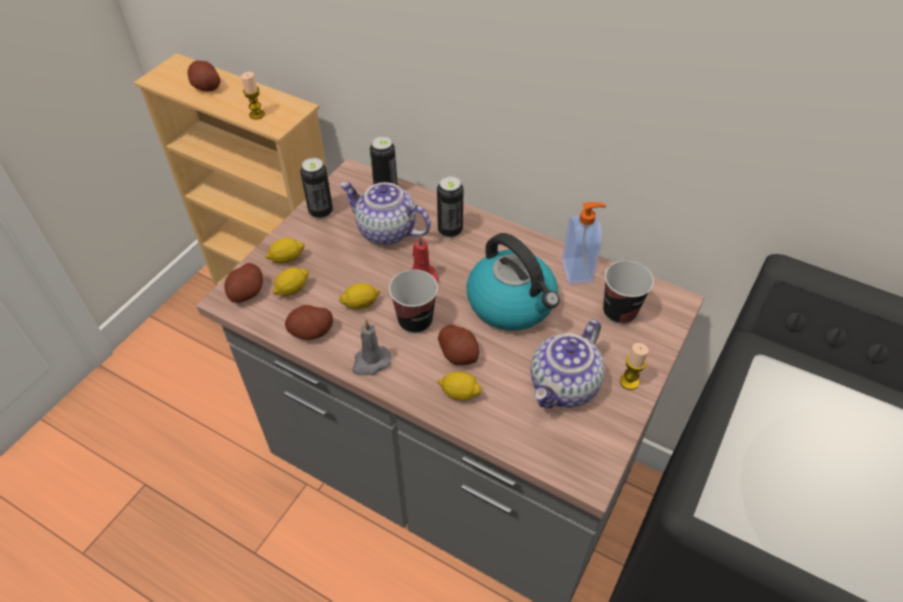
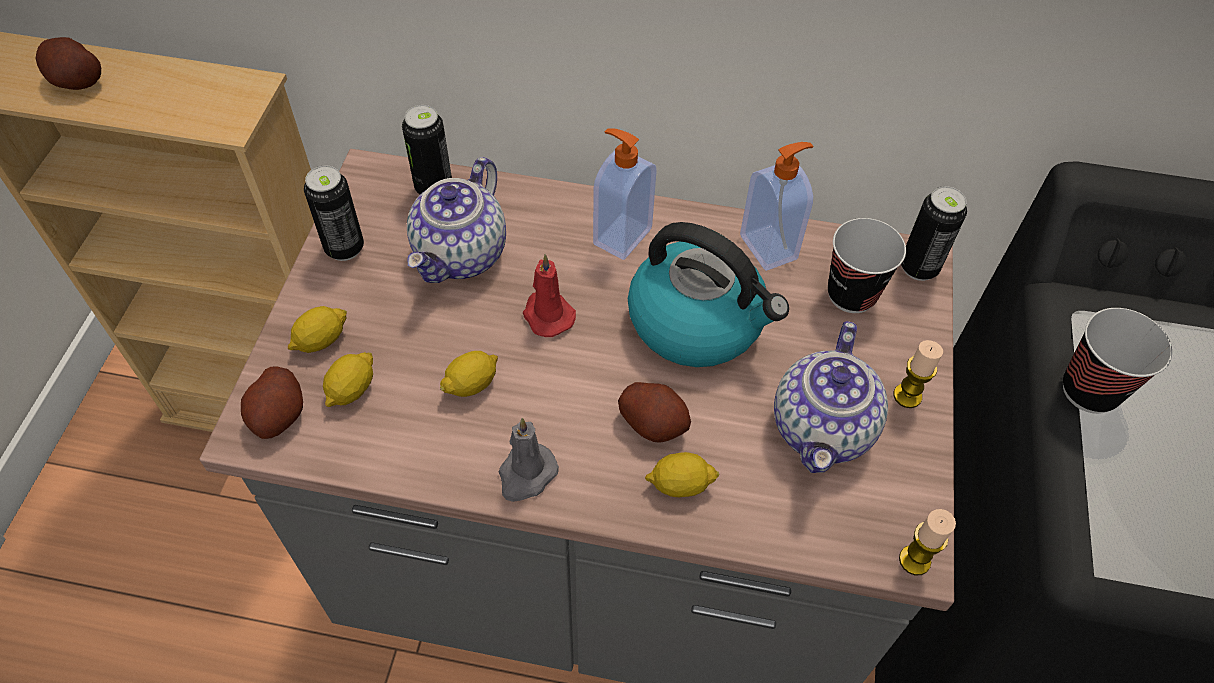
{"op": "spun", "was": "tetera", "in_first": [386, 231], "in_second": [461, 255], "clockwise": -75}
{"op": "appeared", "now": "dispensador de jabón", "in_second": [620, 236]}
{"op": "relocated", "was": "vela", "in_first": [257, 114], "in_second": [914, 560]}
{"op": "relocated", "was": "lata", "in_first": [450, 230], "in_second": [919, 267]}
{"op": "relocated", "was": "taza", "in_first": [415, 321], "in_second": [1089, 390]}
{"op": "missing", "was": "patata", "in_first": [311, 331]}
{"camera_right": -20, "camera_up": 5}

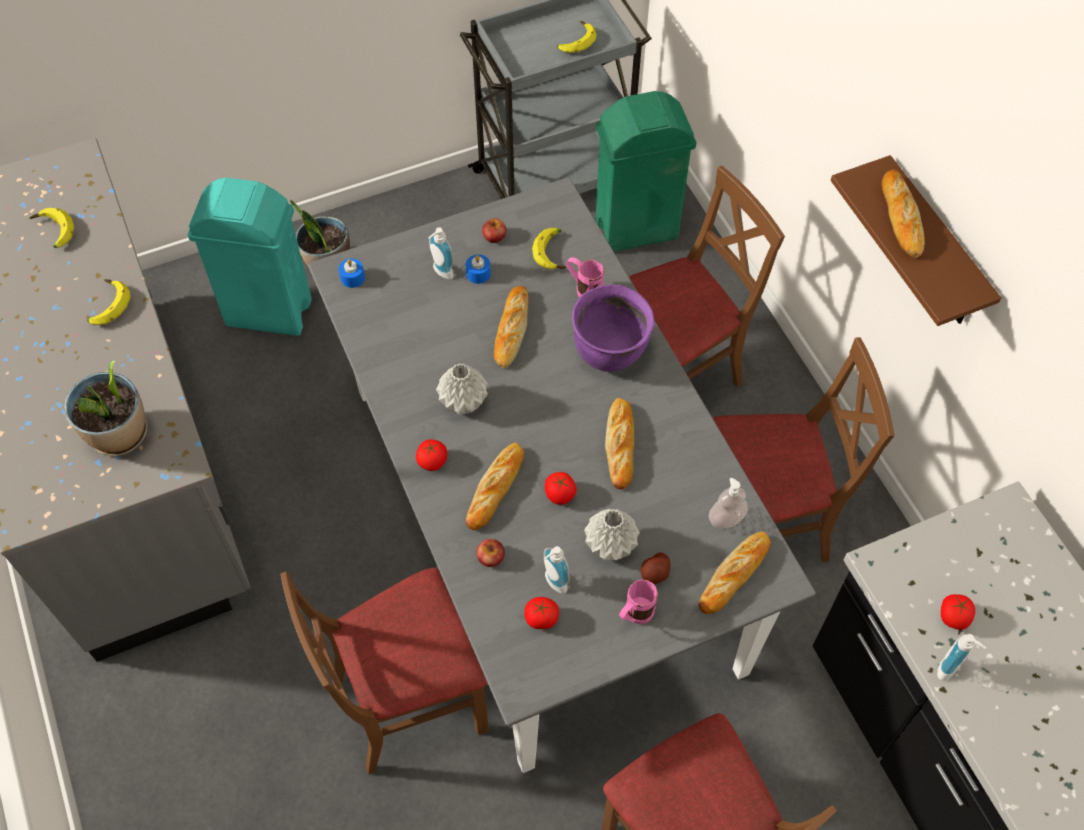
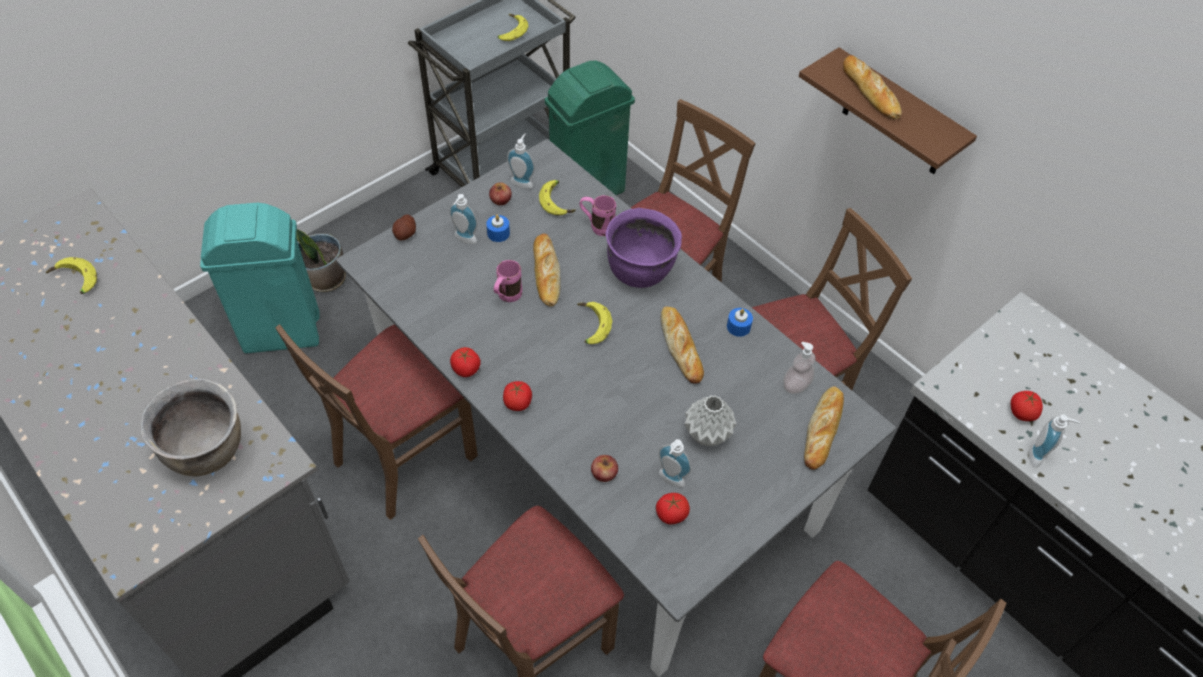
{"op": "exchanged", "was": "planta en maceta", "now": "olla (marrón)", "in_first": [120, 435], "in_second": [208, 451]}
{"op": "appeared", "now": "silla (marrón)", "in_second": [403, 456]}
{"op": "relocated", "was": "patata", "in_first": [655, 573], "in_second": [405, 234]}
{"op": "relocated", "was": "tomate", "in_first": [559, 494], "in_second": [466, 369]}
{"op": "relocated", "was": "taza grande (rosa)", "in_first": [634, 616], "in_second": [506, 297]}
{"op": "appeared", "now": "dispensador de jabón", "in_second": [523, 182]}
{"op": "relocated", "was": "plátano", "in_first": [107, 306], "in_second": [590, 326]}
{"op": "relocated", "was": "vela (azul)", "in_first": [352, 278], "in_second": [738, 327]}
{"op": "missing", "was": "florero (gris)", "in_first": [464, 402]}
{"op": "missing", "was": "pan", "in_first": [495, 488]}
{"camera_right": -20, "camera_up": -5}

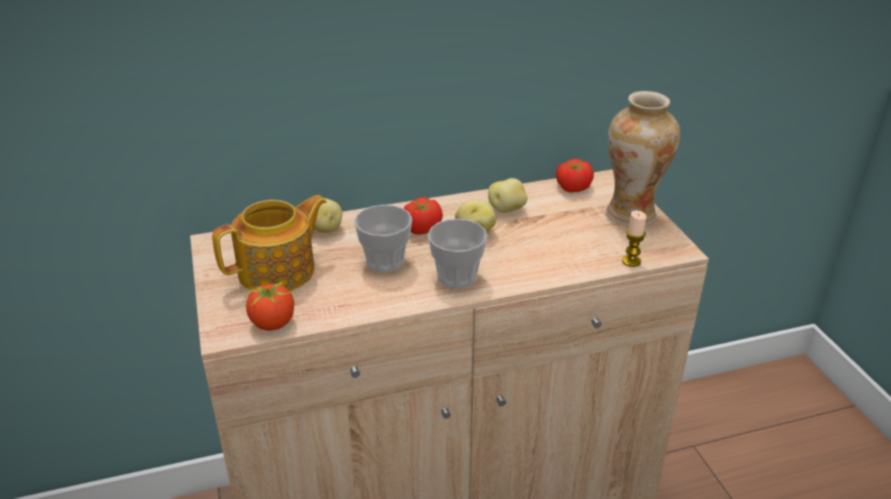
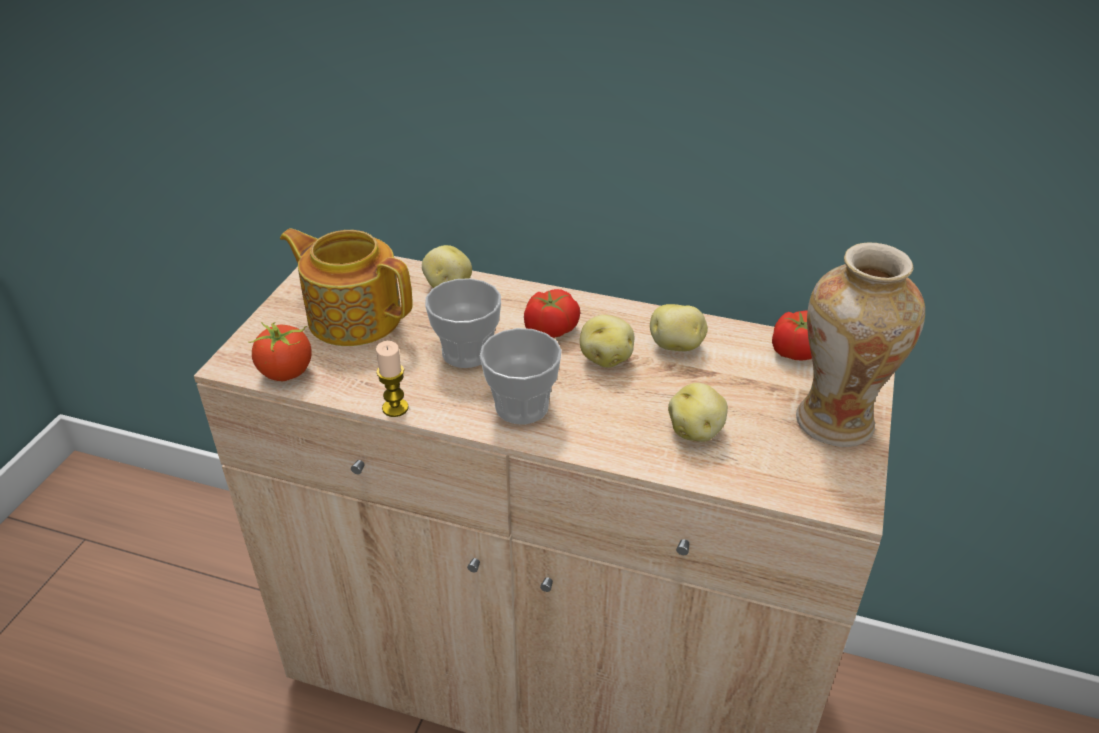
{"op": "spun", "was": "tetera", "in_first": [279, 271], "in_second": [354, 316], "clockwise": -150}
{"op": "relocated", "was": "vela", "in_first": [631, 261], "in_second": [395, 408]}
{"op": "appeared", "now": "patata", "in_second": [696, 431]}
{"camera_right": 35, "camera_up": 5}

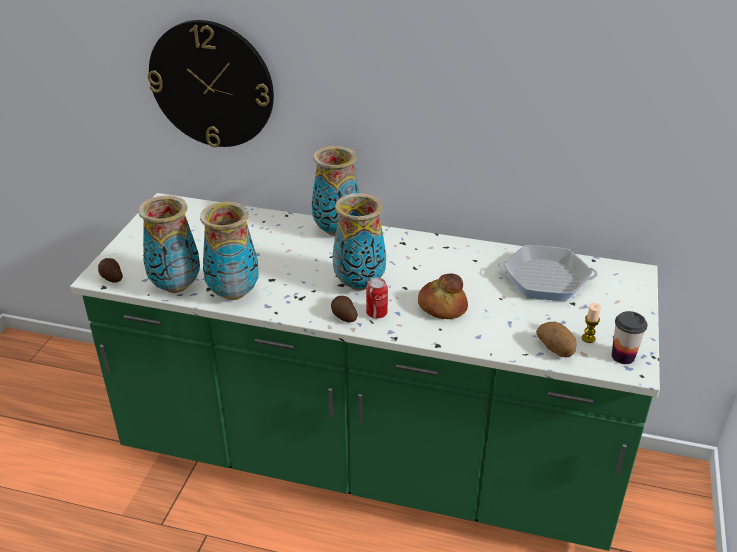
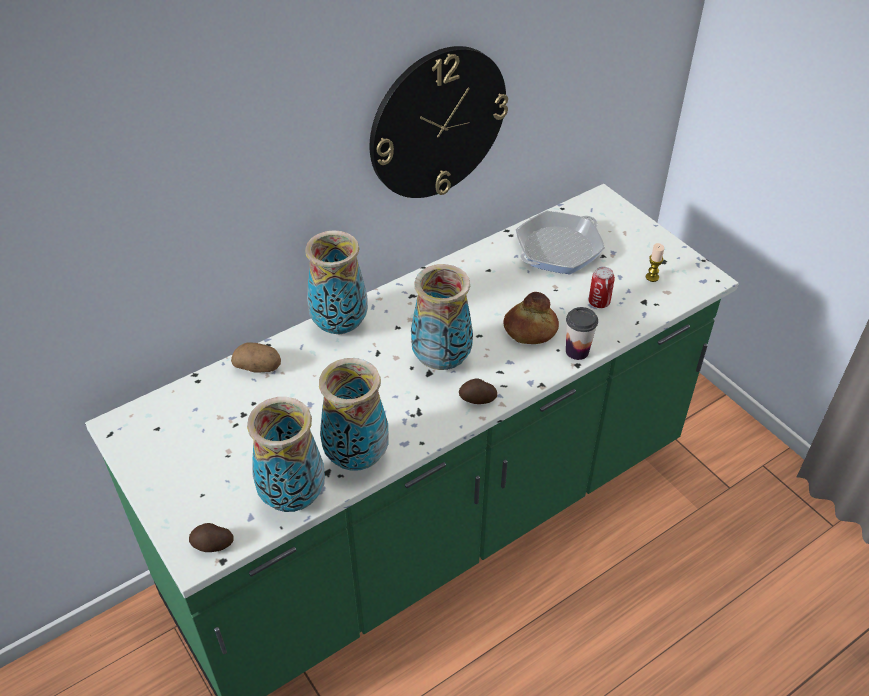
{"op": "relocated", "was": "patata", "in_first": [556, 349], "in_second": [258, 367]}
{"op": "relocated", "was": "reloj de pared", "in_first": [212, 84], "in_second": [437, 123]}
{"op": "relocated", "was": "taza", "in_first": [623, 356], "in_second": [577, 351]}
{"op": "relocated", "was": "lata", "in_first": [376, 313], "in_second": [599, 302]}
{"camera_right": -50, "camera_up": 10}

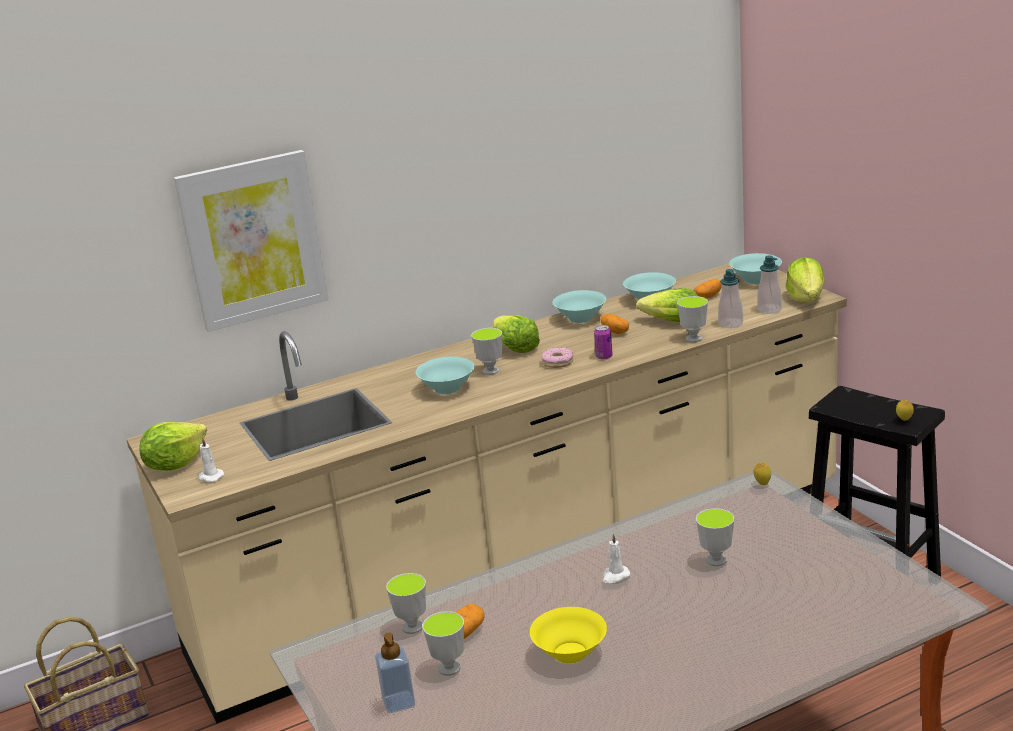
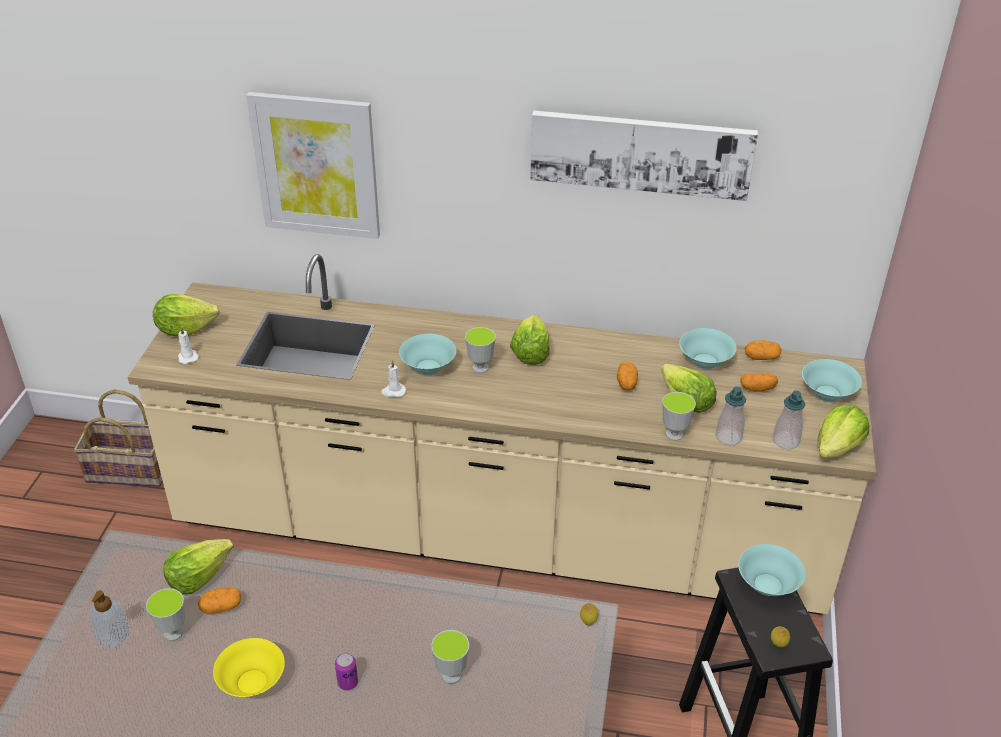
{"op": "exchanged", "was": "taza", "now": "lechuga", "in_first": [412, 627], "in_second": [198, 576]}
{"op": "relocated", "was": "lata", "in_first": [604, 356], "in_second": [347, 683]}
{"op": "relocated", "was": "vela (blanco)", "in_first": [615, 576], "in_second": [393, 391]}
{"op": "appeared", "now": "cuadro", "in_second": [641, 153]}
{"op": "relocated", "was": "cuenco (turquesa)", "in_first": [580, 318], "in_second": [768, 584]}
{"op": "appeared", "now": "patata", "in_second": [761, 357]}
{"op": "missing", "was": "rosquilla", "in_first": [557, 362]}
{"camera_right": 35, "camera_up": 15}

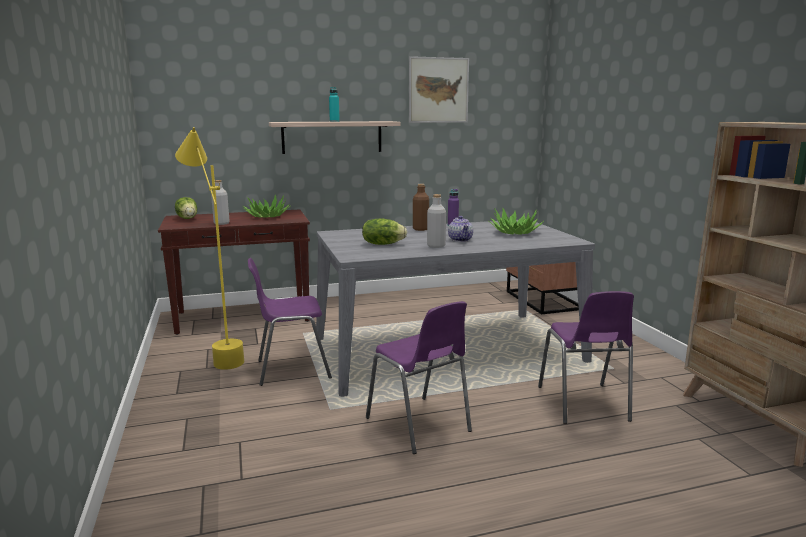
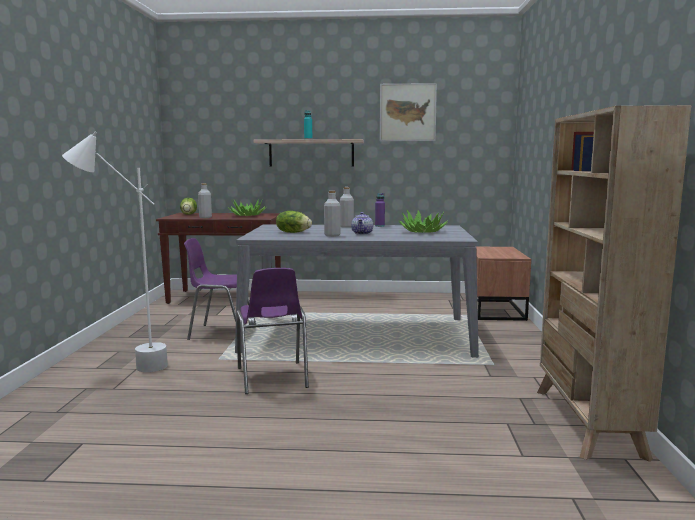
{"op": "appeared", "now": "lámpara de pie (blanco)", "in_second": [126, 367]}
{"op": "colour", "was": "botella (marrón)", "now": "botella (gris)", "in_first": [420, 229], "in_second": [346, 226]}
{"op": "missing", "was": "lámpara de pie (amarillo)", "in_first": [219, 355]}
{"op": "missing", "was": "silla (morado)", "in_first": [583, 404]}
{"camera_right": 20, "camera_up": -5}

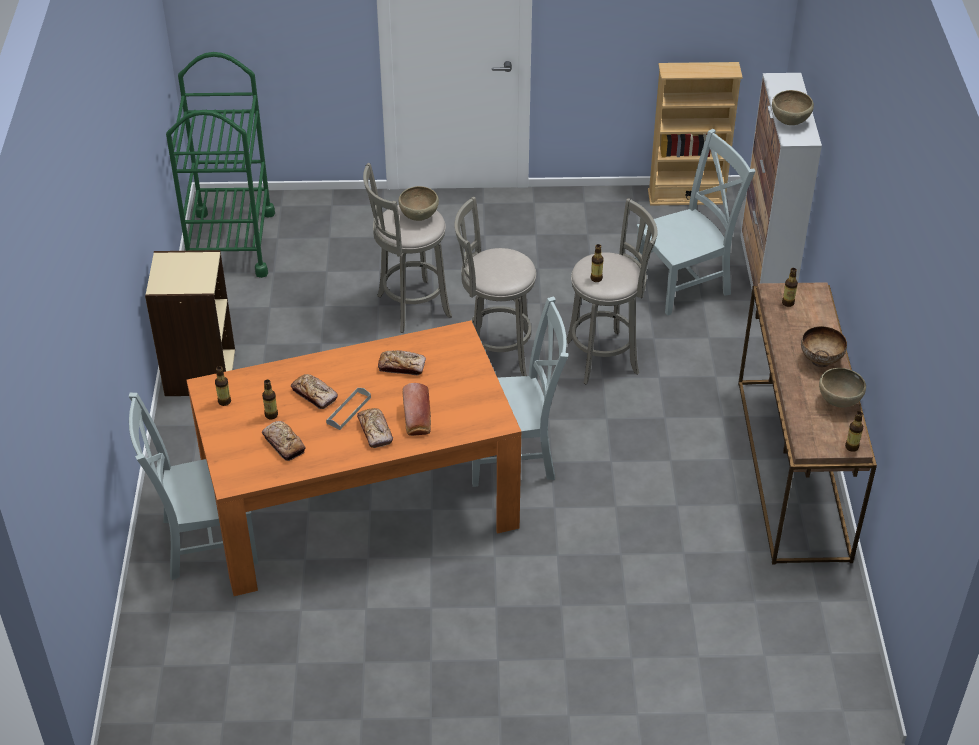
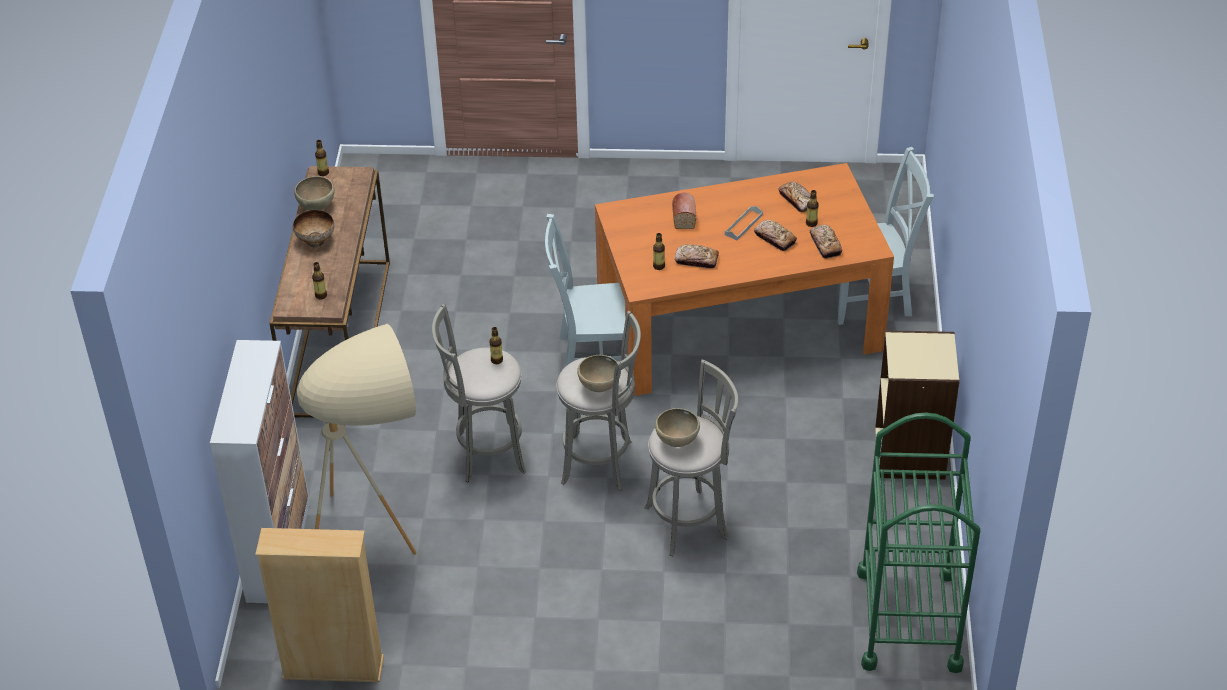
{"op": "exchanged", "was": "silla (gris)", "now": "lámpara de pie (beis)", "in_first": [685, 284], "in_second": [375, 539]}
{"op": "relocated", "was": "cuenco (marrón)", "in_first": [789, 122], "in_second": [599, 387]}
{"op": "relocated", "was": "botella", "in_first": [224, 401], "in_second": [659, 266]}
{"op": "relocated", "was": "pan", "in_first": [375, 431], "in_second": [825, 245]}
{"camera_right": -175, "camera_up": 0}

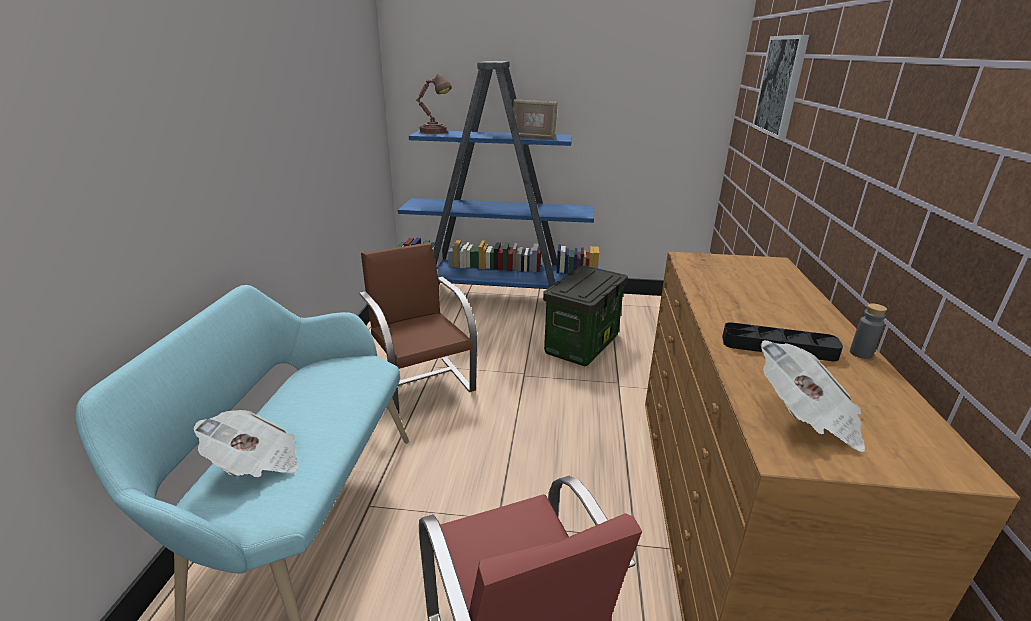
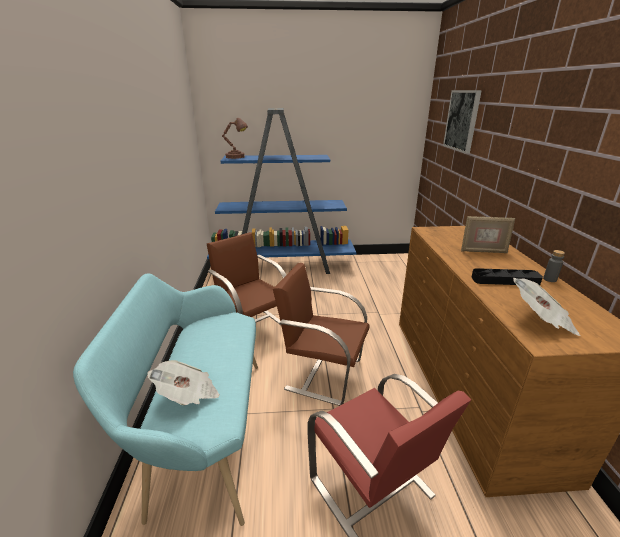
{"op": "appeared", "now": "silla (marrón)", "in_second": [322, 373]}
{"op": "relocated", "was": "portarretratos", "in_first": [533, 138], "in_second": [483, 251]}
{"op": "missing", "was": "caja de almacenaje", "in_first": [581, 344]}
{"camera_right": -10, "camera_up": 0}

